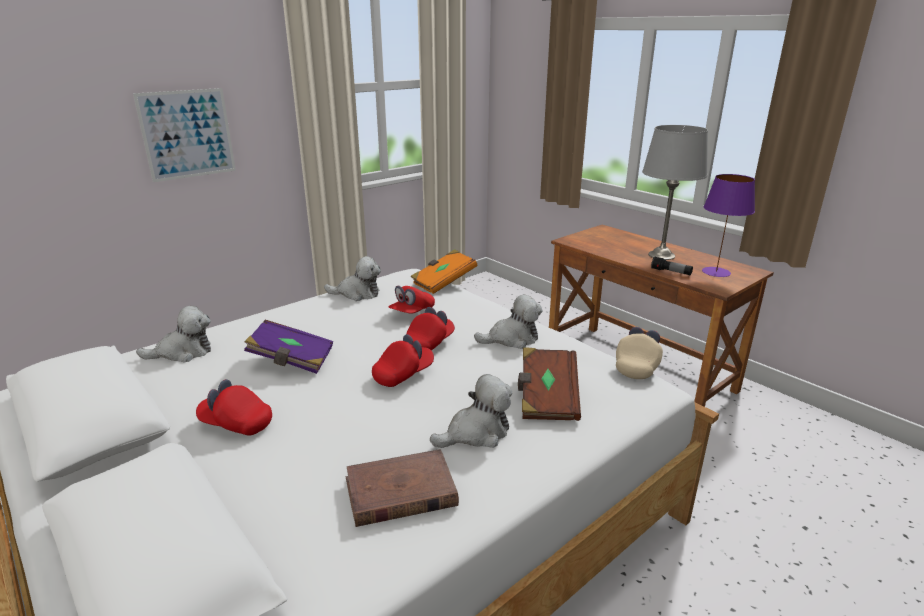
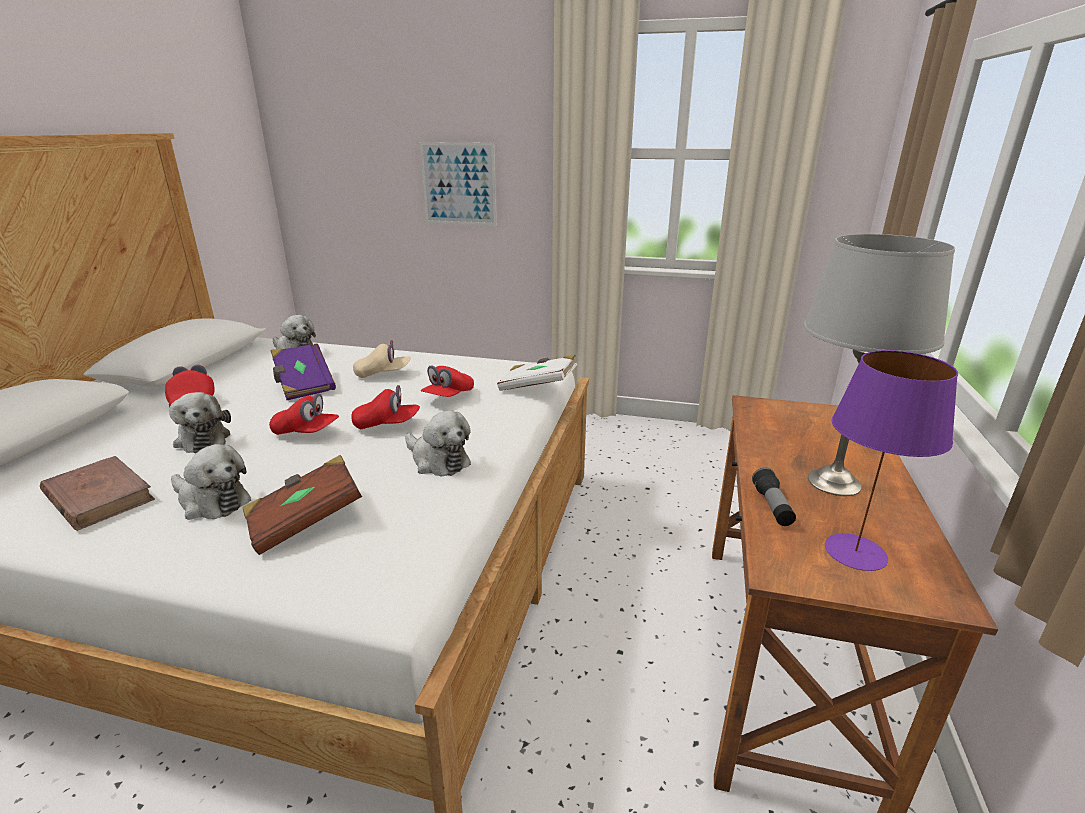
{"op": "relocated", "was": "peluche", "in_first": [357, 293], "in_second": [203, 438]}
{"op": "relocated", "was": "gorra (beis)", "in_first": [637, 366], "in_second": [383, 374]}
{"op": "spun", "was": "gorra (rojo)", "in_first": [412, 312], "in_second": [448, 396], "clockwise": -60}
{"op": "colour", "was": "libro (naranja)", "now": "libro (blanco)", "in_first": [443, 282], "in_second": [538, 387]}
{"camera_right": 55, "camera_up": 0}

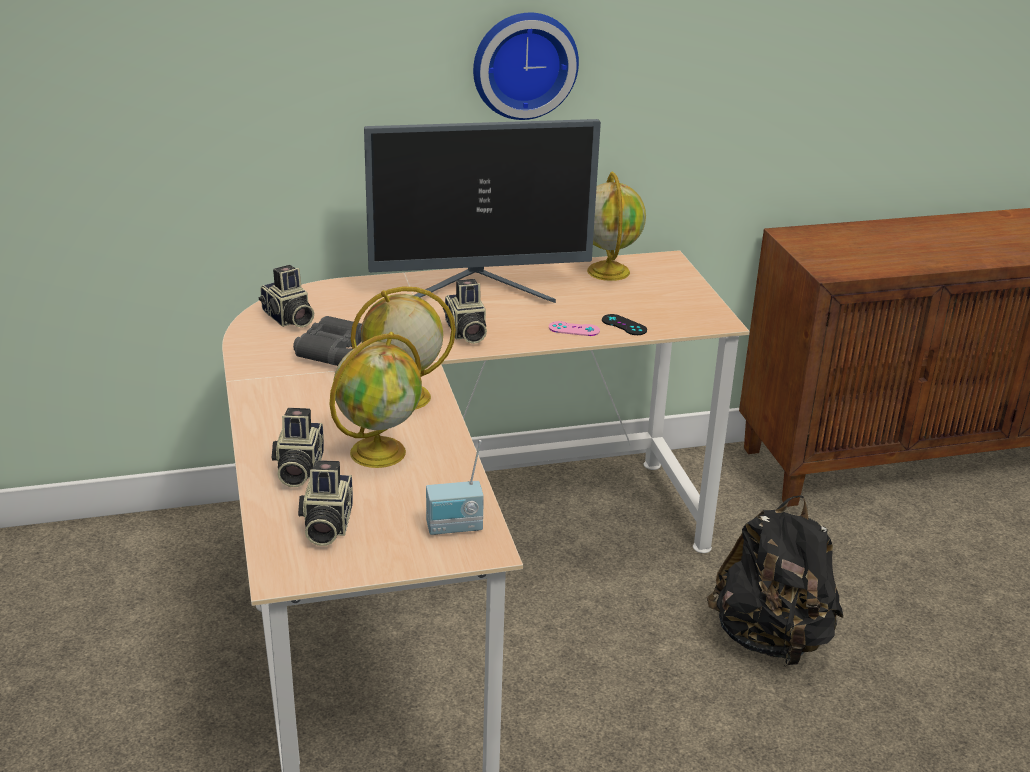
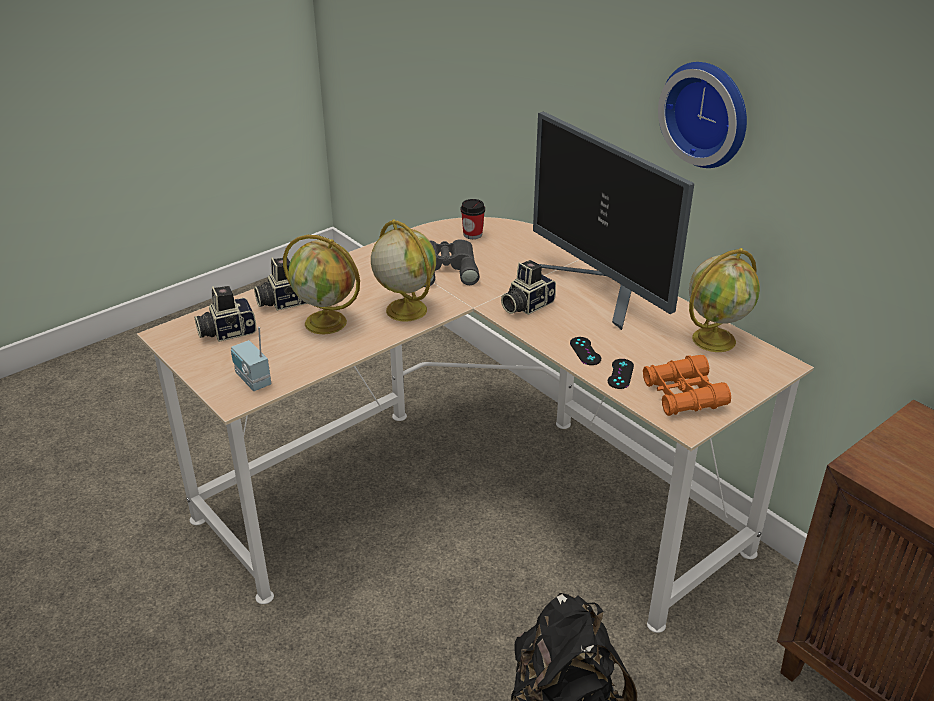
{"op": "exchanged", "was": "cámara", "now": "taza", "in_first": [288, 319], "in_second": [472, 234]}
{"op": "colour", "was": "mando de consola (rosa)", "now": "mando de consola (negro)", "in_first": [574, 329], "in_second": [585, 351]}
{"op": "appeared", "now": "prismáticos (naranja)", "in_second": [683, 394]}
{"camera_right": 65, "camera_up": 5}

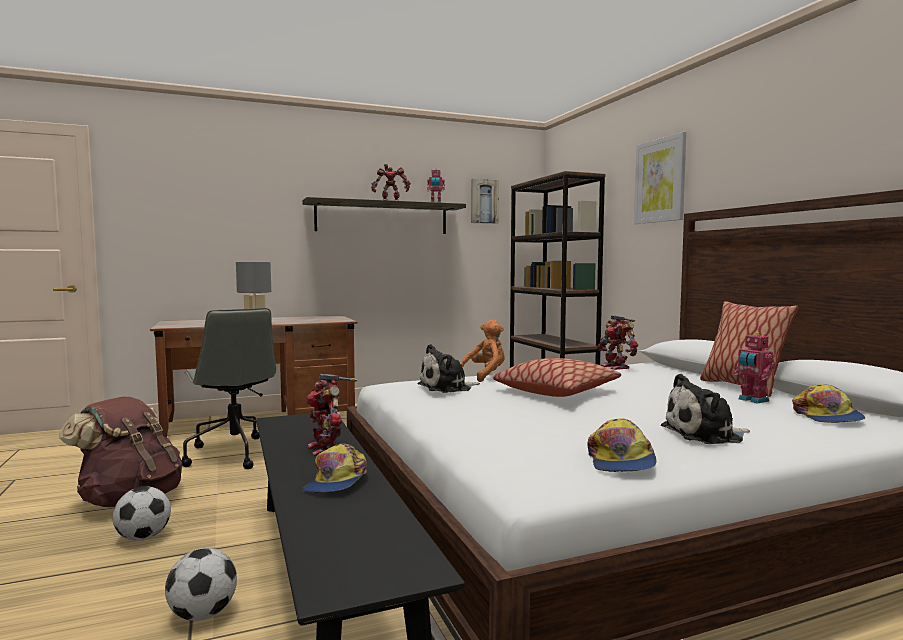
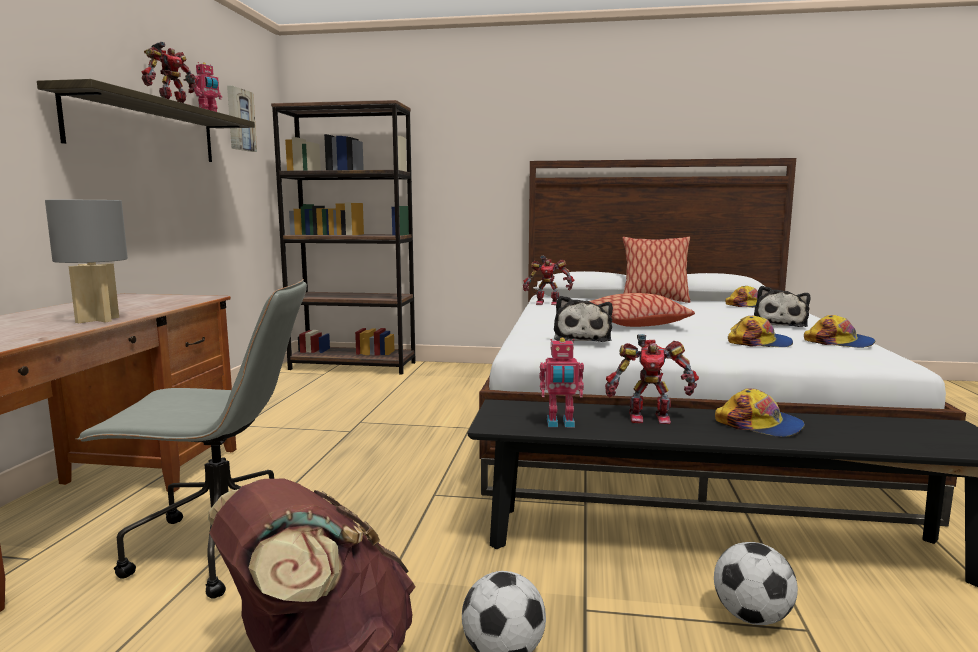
{"op": "relocated", "was": "robot de juguete", "in_first": [752, 400], "in_second": [560, 424]}
{"op": "appeared", "now": "gorra", "in_second": [759, 342]}
{"op": "missing", "was": "peluche (naranja)", "in_first": [484, 376]}
{"op": "missing", "was": "cuadro", "in_first": [660, 180]}
{"camera_right": -60, "camera_up": 5}

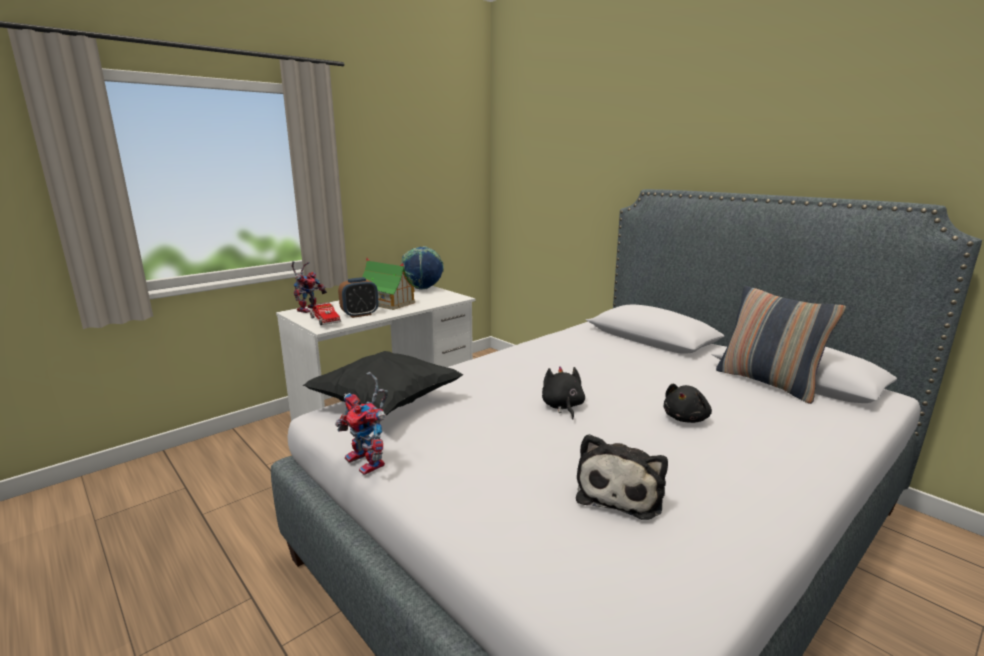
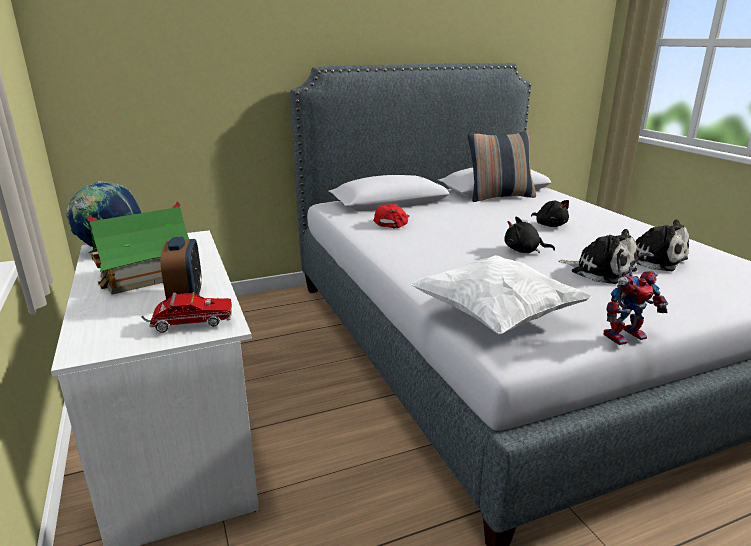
{"op": "appeared", "now": "gorra (rojo)", "in_second": [392, 222]}
{"op": "colour", "was": "cojín (negro)", "now": "cojín (blanco)", "in_first": [386, 404], "in_second": [495, 317]}
{"op": "appeared", "now": "peluche", "in_second": [599, 271]}
{"op": "missing", "was": "robot de juguete", "in_first": [309, 309]}
{"camera_right": -70, "camera_up": 5}

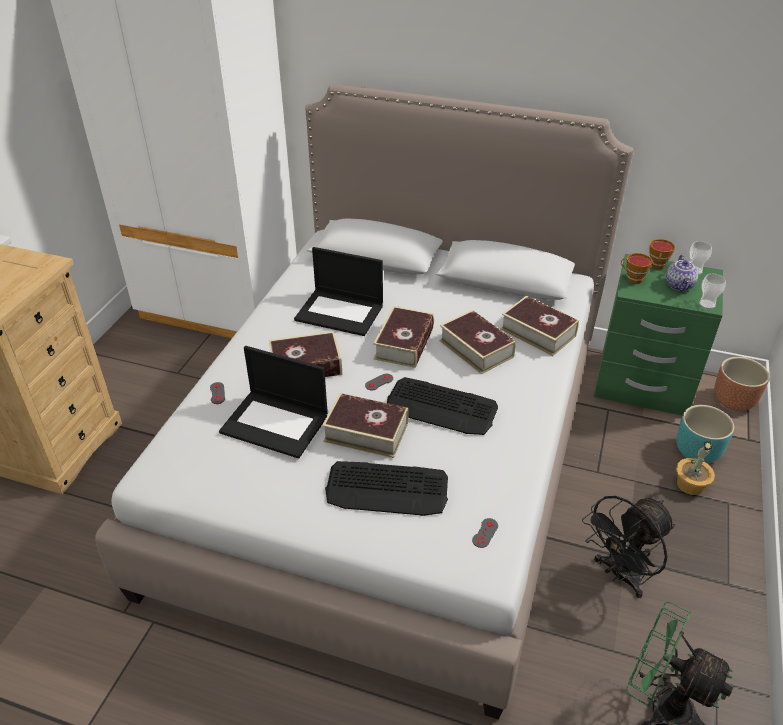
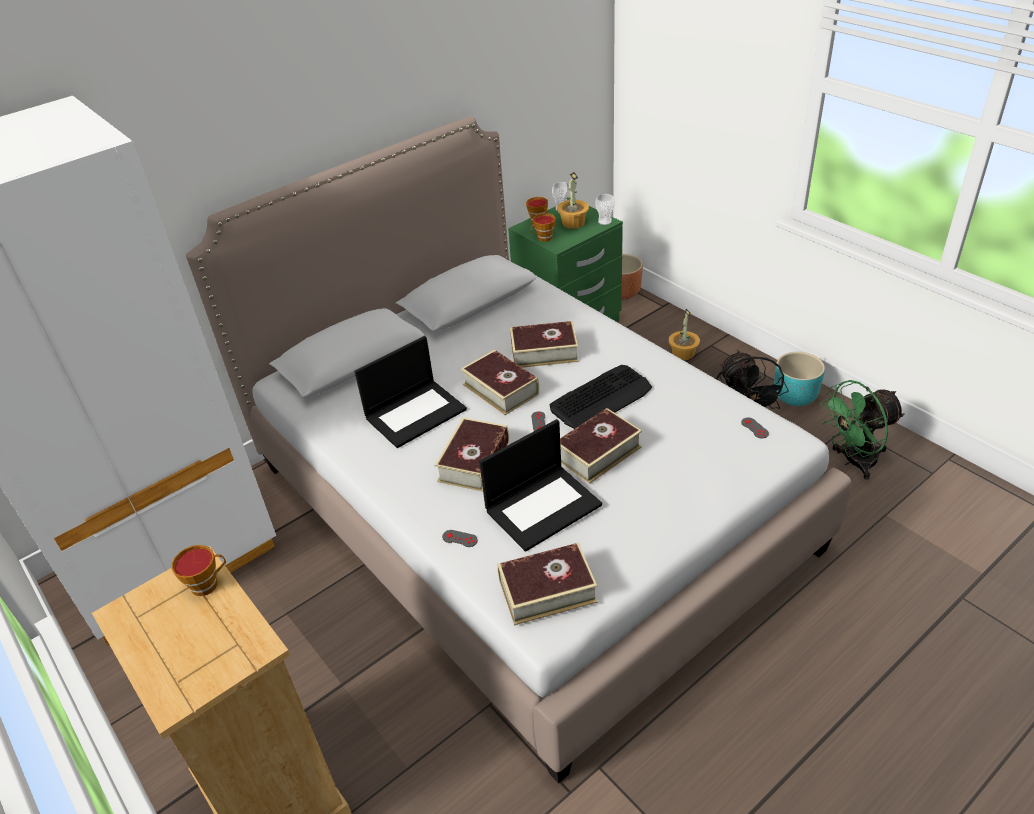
{"op": "appeared", "now": "taza", "in_second": [208, 584]}
{"op": "relocated", "was": "libro", "in_first": [538, 332], "in_second": [547, 591]}
{"op": "exchanged", "was": "tetera", "now": "planta en maceta", "in_first": [680, 286], "in_second": [573, 223]}
{"op": "relocated", "was": "maceta (turquesa)", "in_first": [697, 451], "in_second": [794, 396]}
{"op": "missing", "was": "teclado", "in_first": [387, 489]}
{"camera_right": -55, "camera_up": 0}

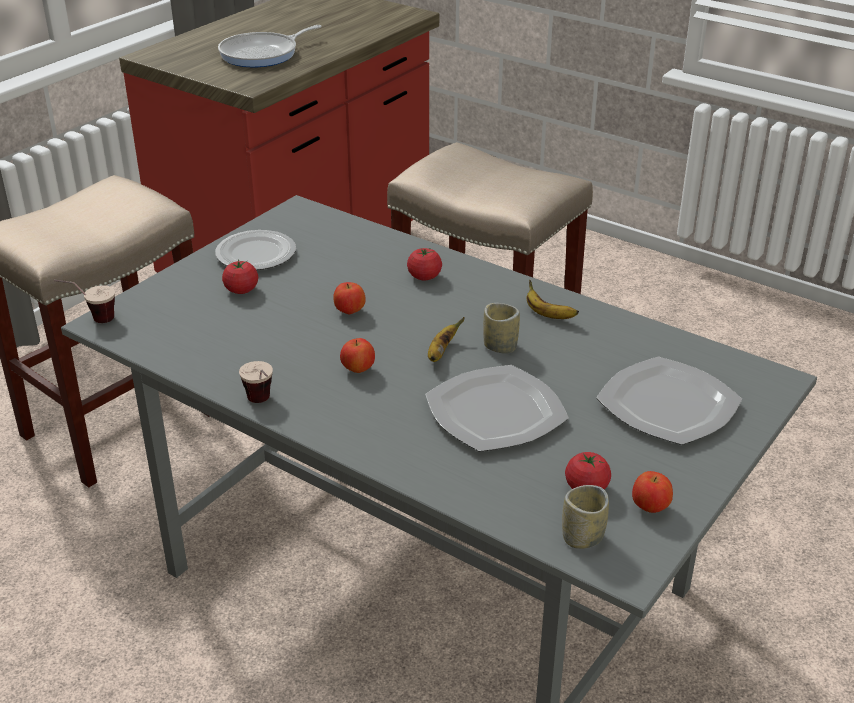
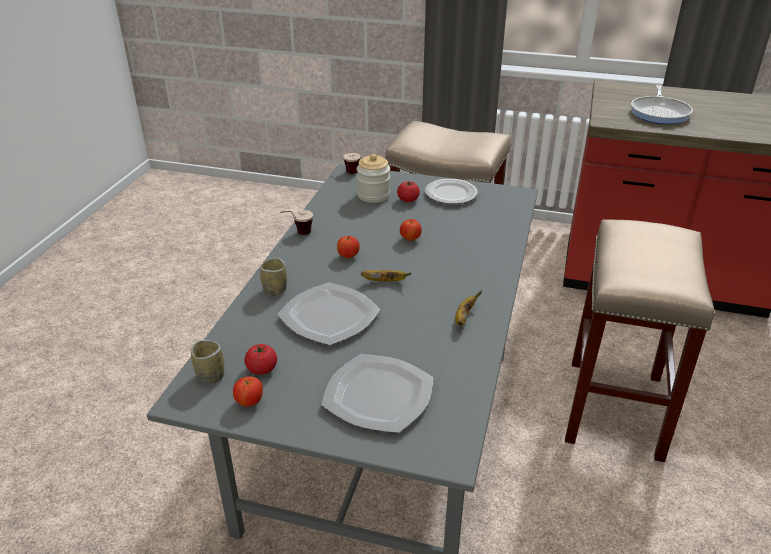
{"op": "relocated", "was": "taza", "in_first": [500, 346], "in_second": [275, 290]}
{"op": "appeared", "now": "tarro", "in_second": [373, 195]}
{"op": "spun", "was": "sartén", "in_first": [263, 54], "in_second": [660, 113], "clockwise": -105}
{"op": "missing", "was": "tomate", "in_first": [424, 276]}
{"camera_right": 70, "camera_up": 0}

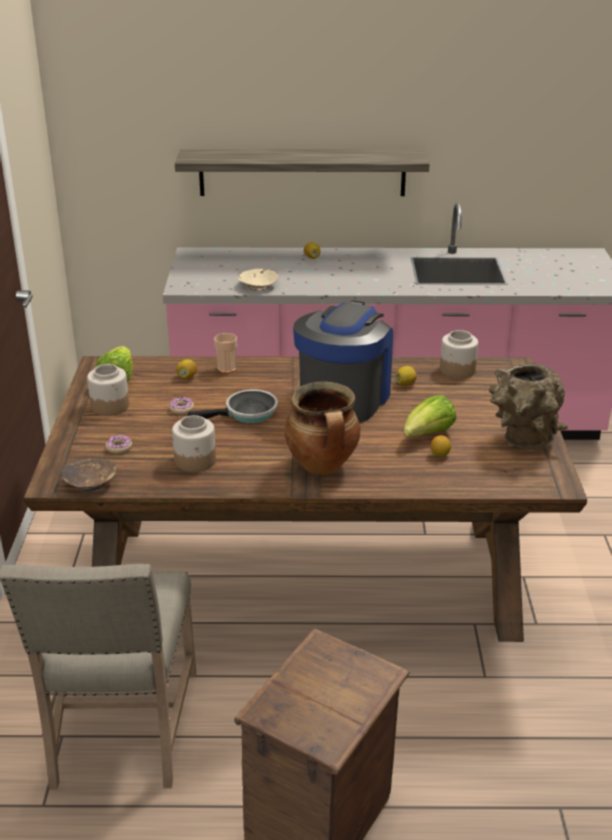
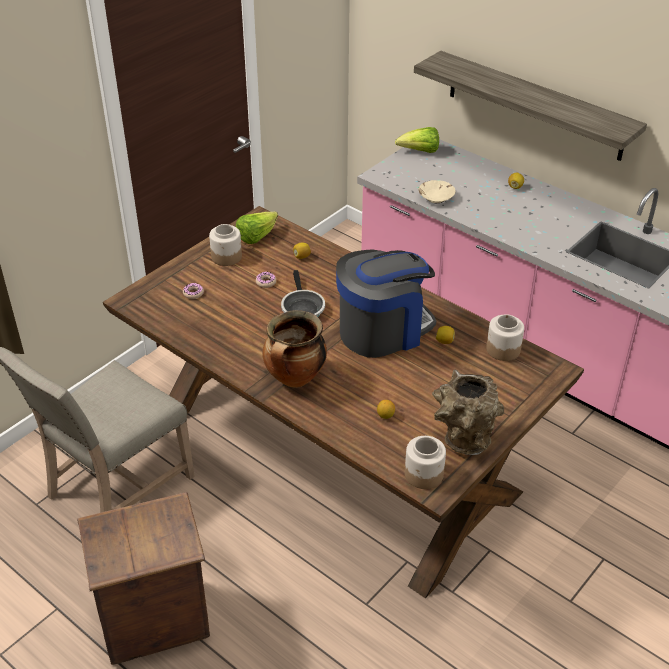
{"op": "spun", "was": "sartén", "in_first": [247, 413], "in_second": [302, 308], "clockwise": 60}
{"op": "relocated", "was": "lechuga", "in_first": [428, 435], "in_second": [420, 152]}
{"op": "relocated", "was": "tarro", "in_first": [195, 461], "in_second": [424, 475]}
{"op": "missing", "was": "cuenco (marrón)", "in_first": [91, 483]}
{"op": "missing", "was": "taza", "in_first": [227, 369]}
{"camera_right": 40, "camera_up": 10}

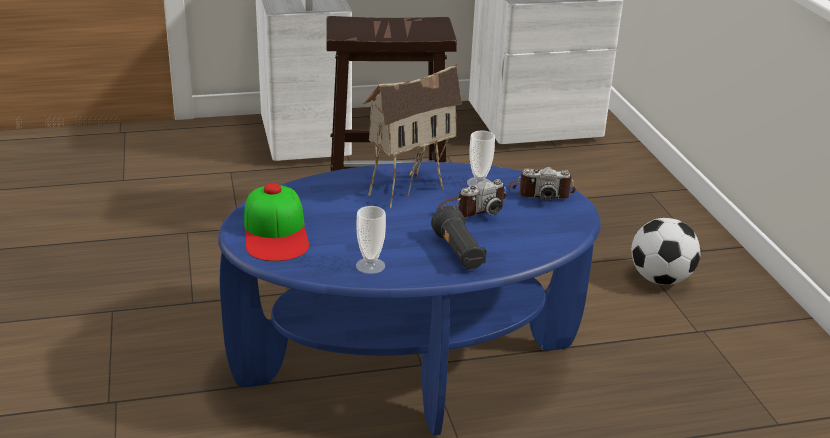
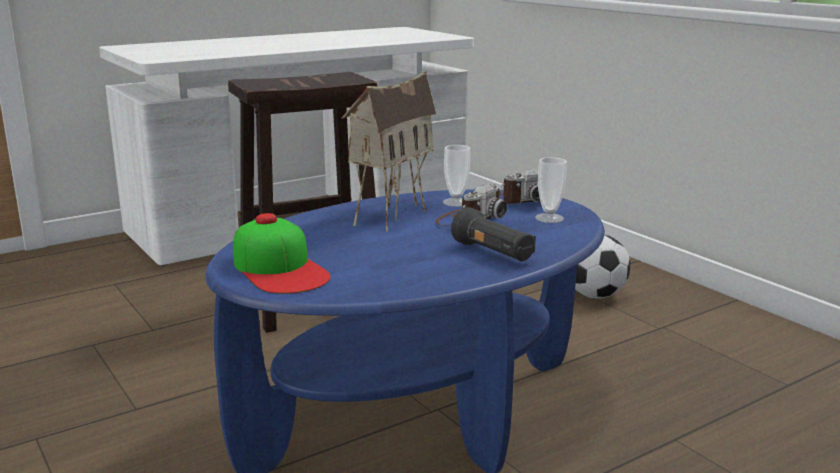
{"op": "relocated", "was": "taza", "in_first": [370, 266], "in_second": [549, 218]}
{"camera_right": -20, "camera_up": -10}

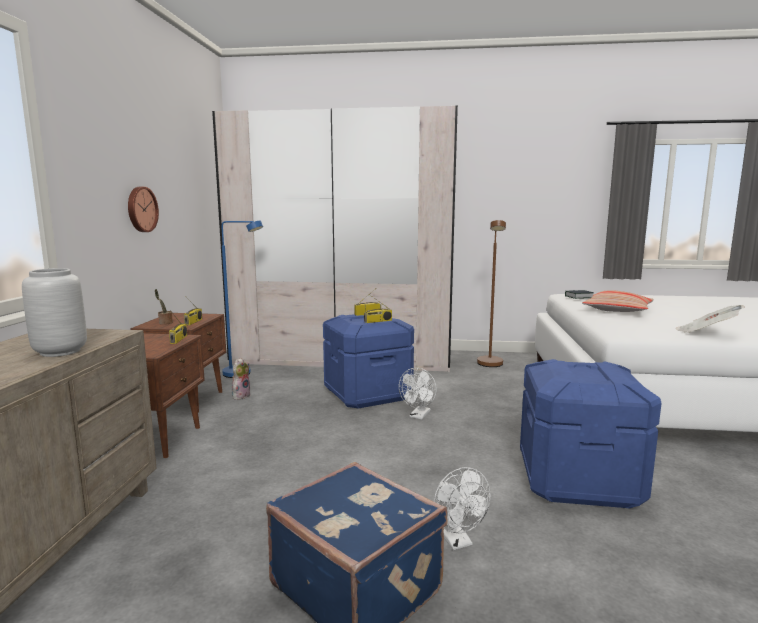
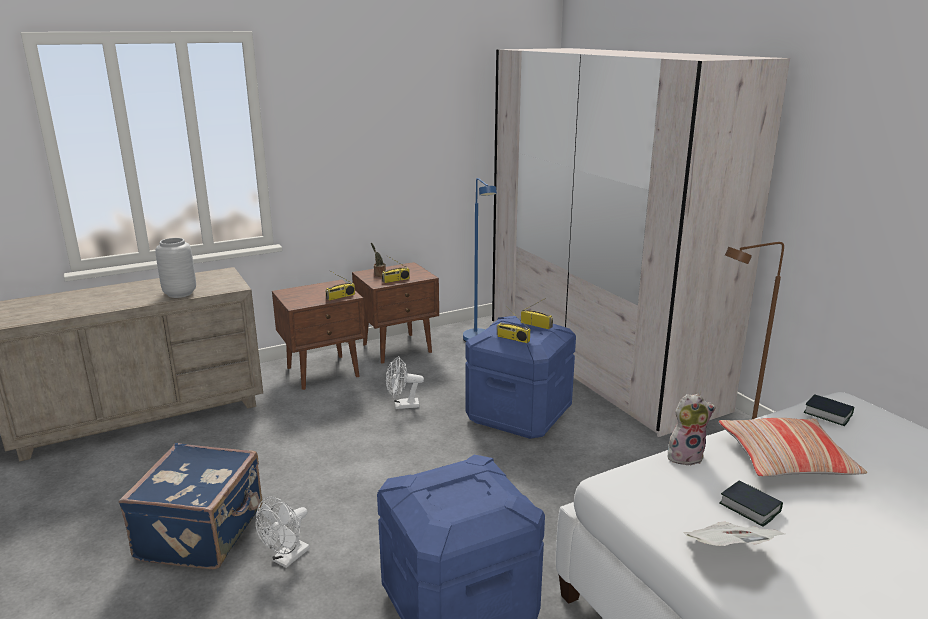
{"op": "relocated", "was": "ventilador (blanco)", "in_first": [419, 416], "in_second": [402, 406]}
{"op": "relocated", "was": "peluche", "in_first": [241, 396], "in_second": [685, 456]}
{"op": "appeared", "now": "libro", "in_second": [749, 507]}
{"op": "missing", "was": "reloj de pared", "in_first": [141, 209]}
{"camera_right": 55, "camera_up": 10}

